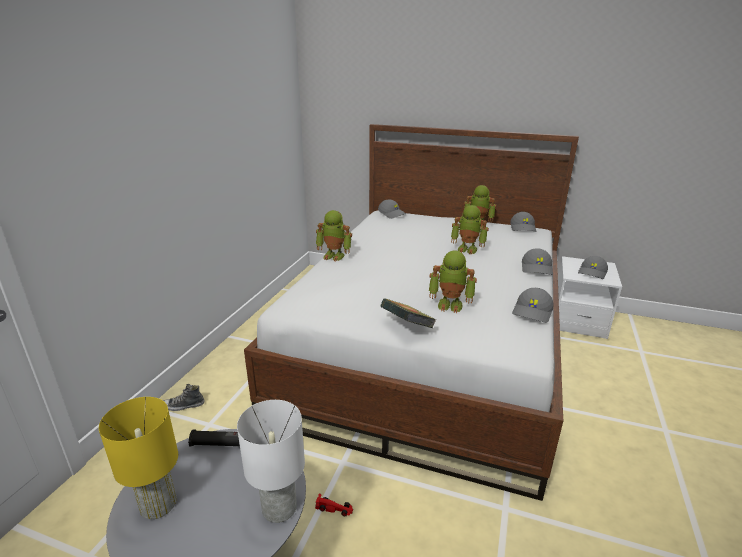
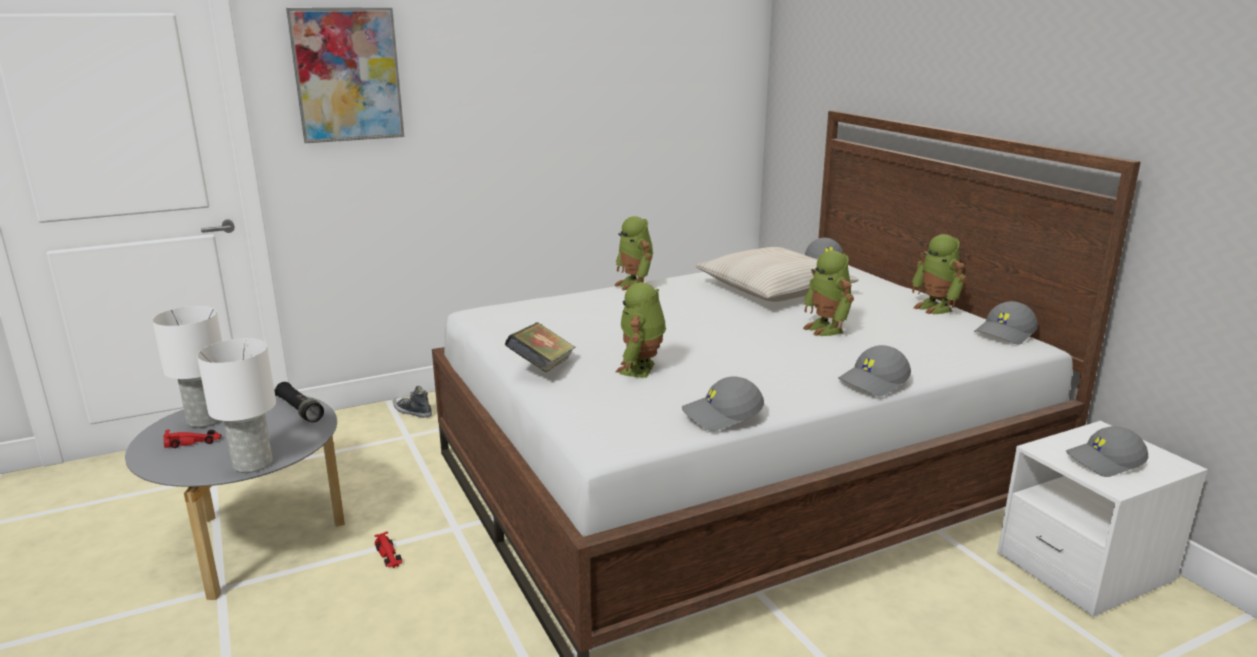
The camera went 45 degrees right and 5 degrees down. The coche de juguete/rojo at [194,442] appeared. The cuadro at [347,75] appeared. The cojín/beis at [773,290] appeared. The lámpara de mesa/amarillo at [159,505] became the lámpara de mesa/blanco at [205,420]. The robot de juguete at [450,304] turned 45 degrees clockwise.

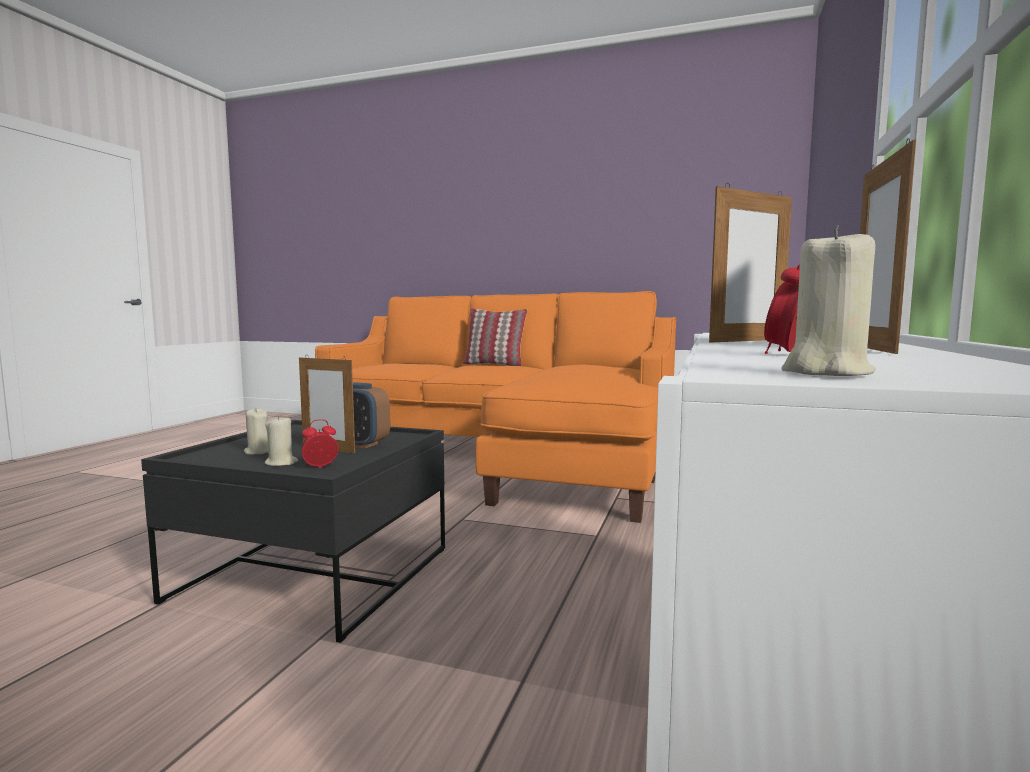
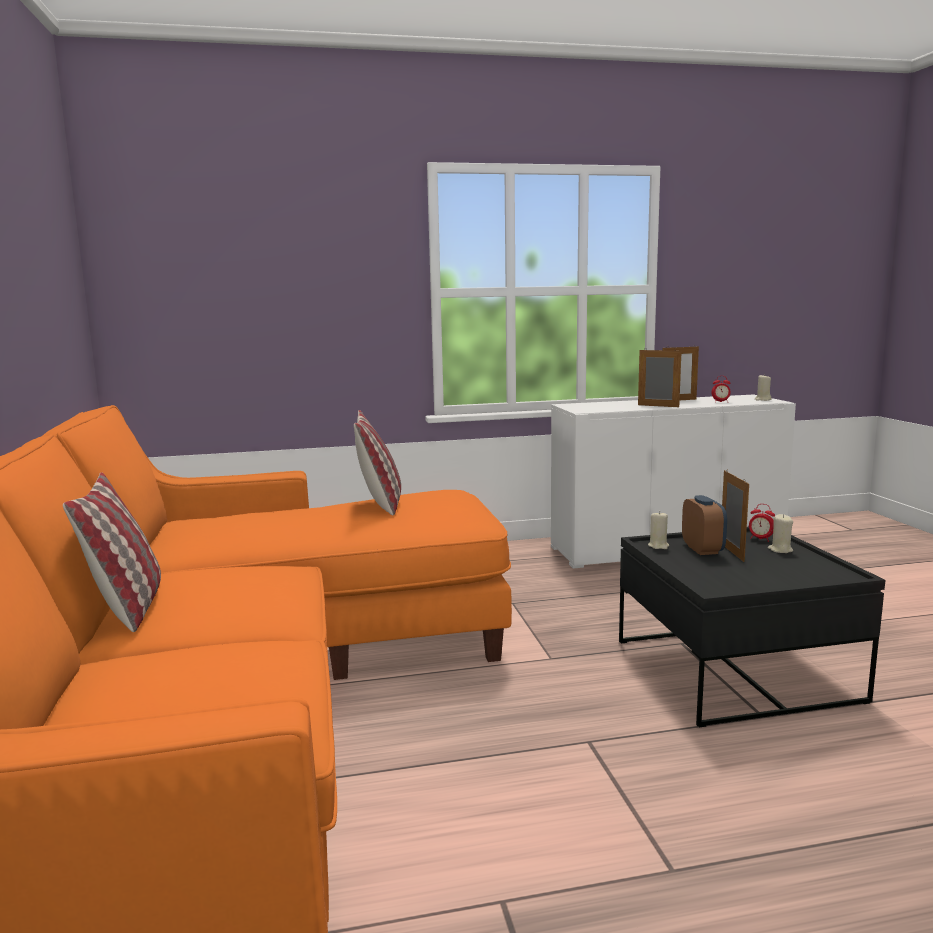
The camera went 120 degrees left and 5 degrees up. The cojín at [380,503] appeared. The vela/beis moved from [258,452] to [658,546].

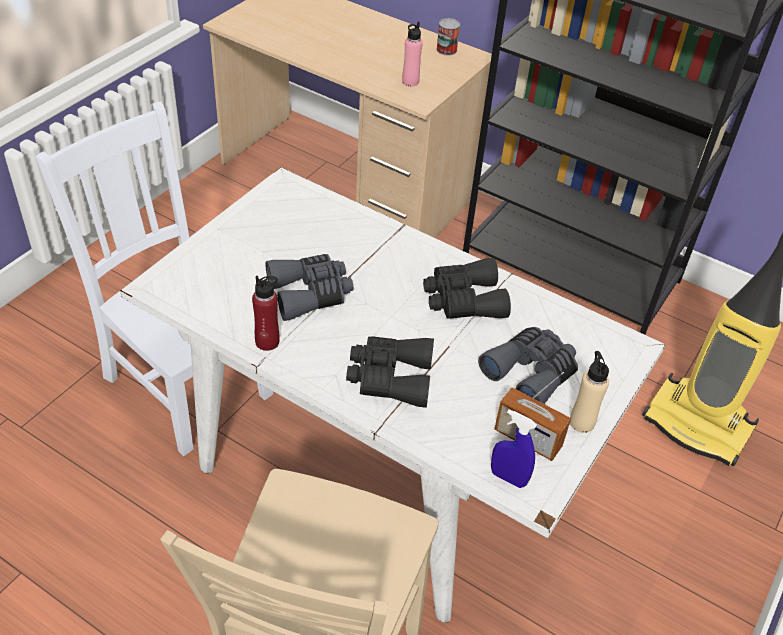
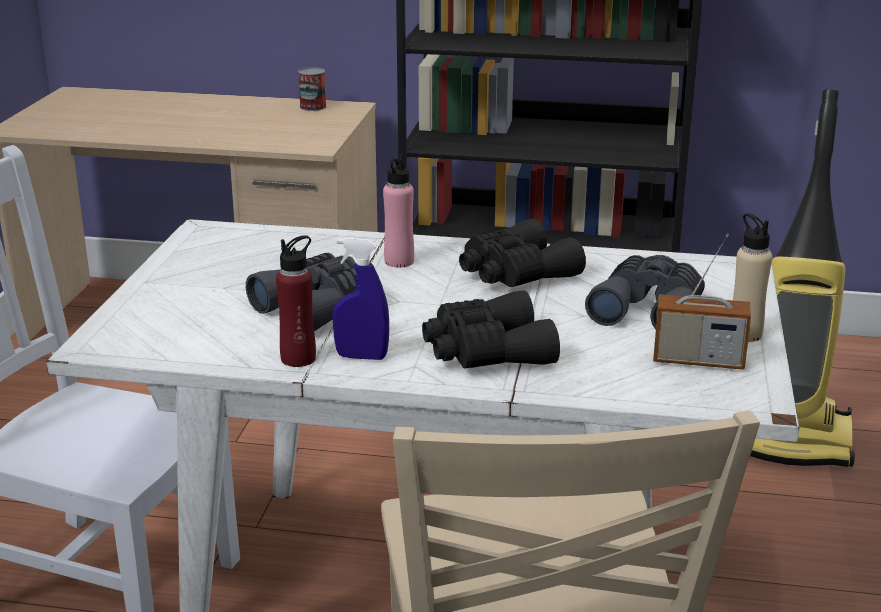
The camera went 20 degrees left and 20 degrees down. The botella/rosa moved from [410,82] to [399,261]. The pulverizador/azul moved from [508,478] to [361,357].

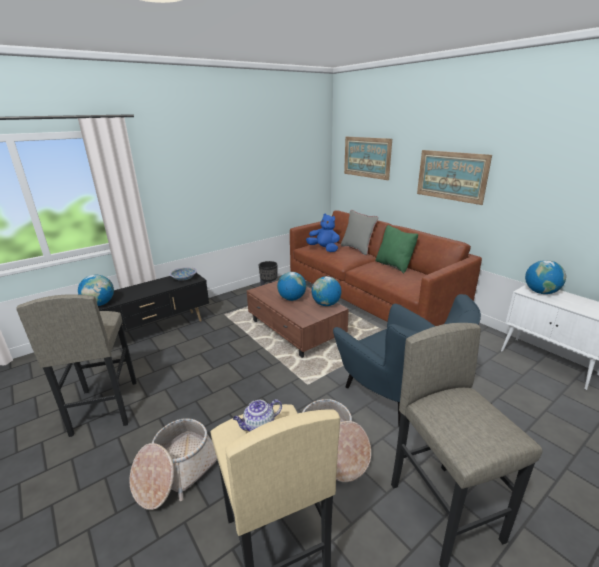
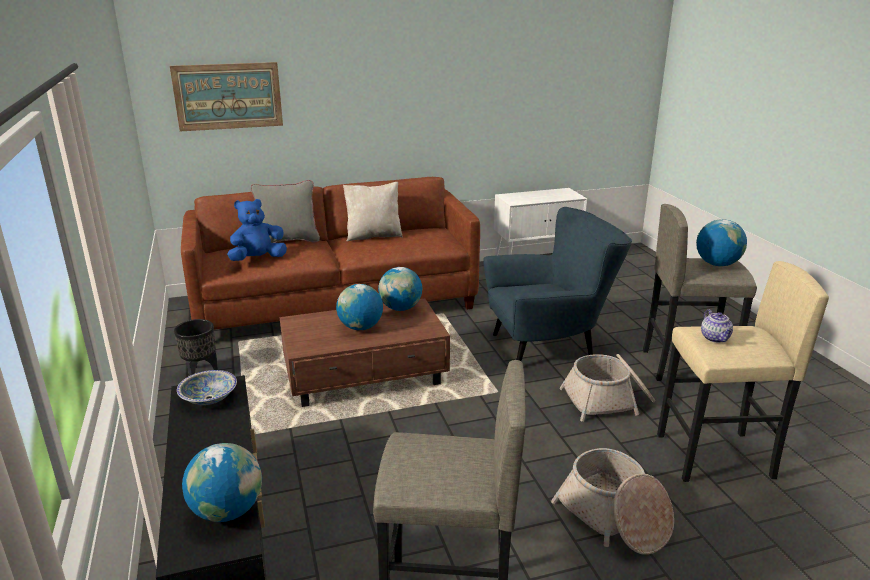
The camera went 70 degrees left and 0 degrees up. The cuadro at [451,176] disappeared. The globo terráqueo moved from [540,292] to [717,264]. The cojín/verde at [394,265] became the cojín/beis at [373,236].

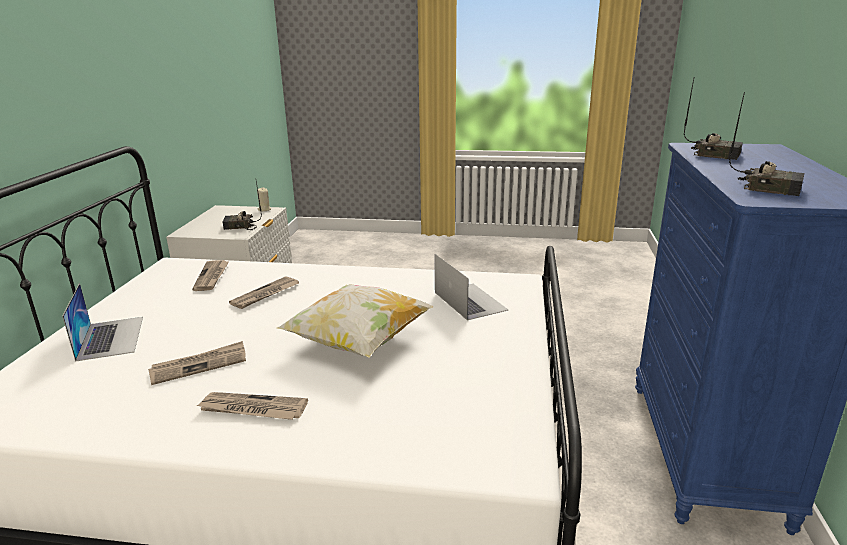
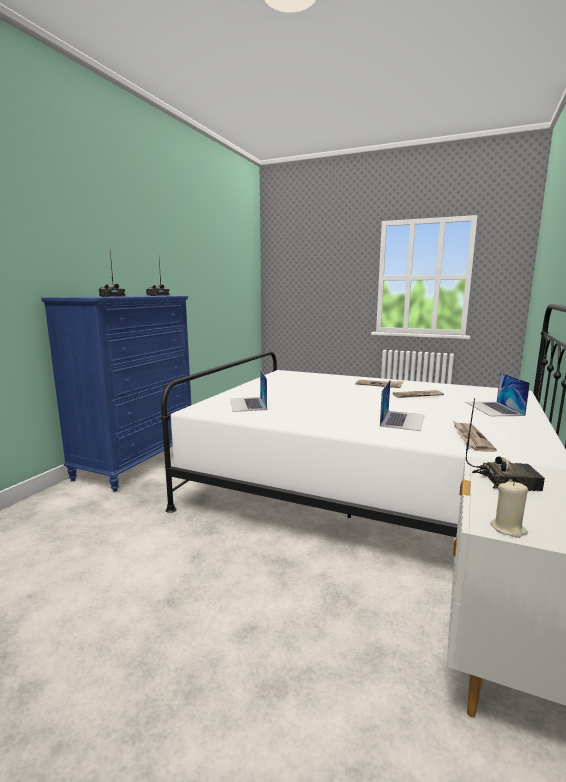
The camera went 165 degrees left and 10 degrees down. The cojín at [358,342] disappeared. The periódico at [265,295] was replaced by the portátil at [402,420].

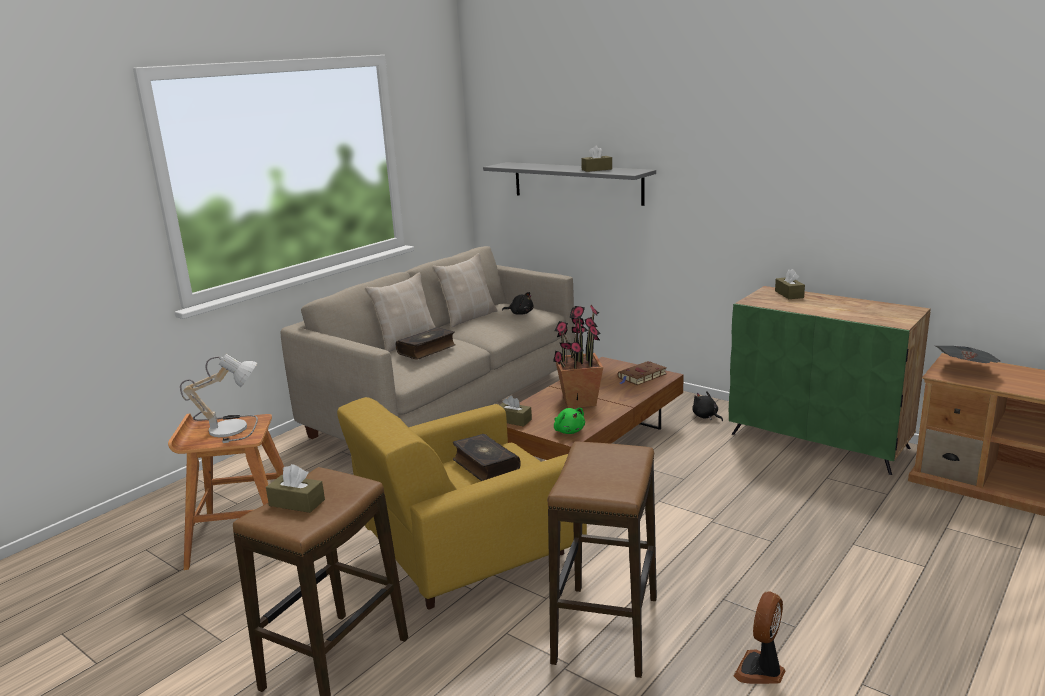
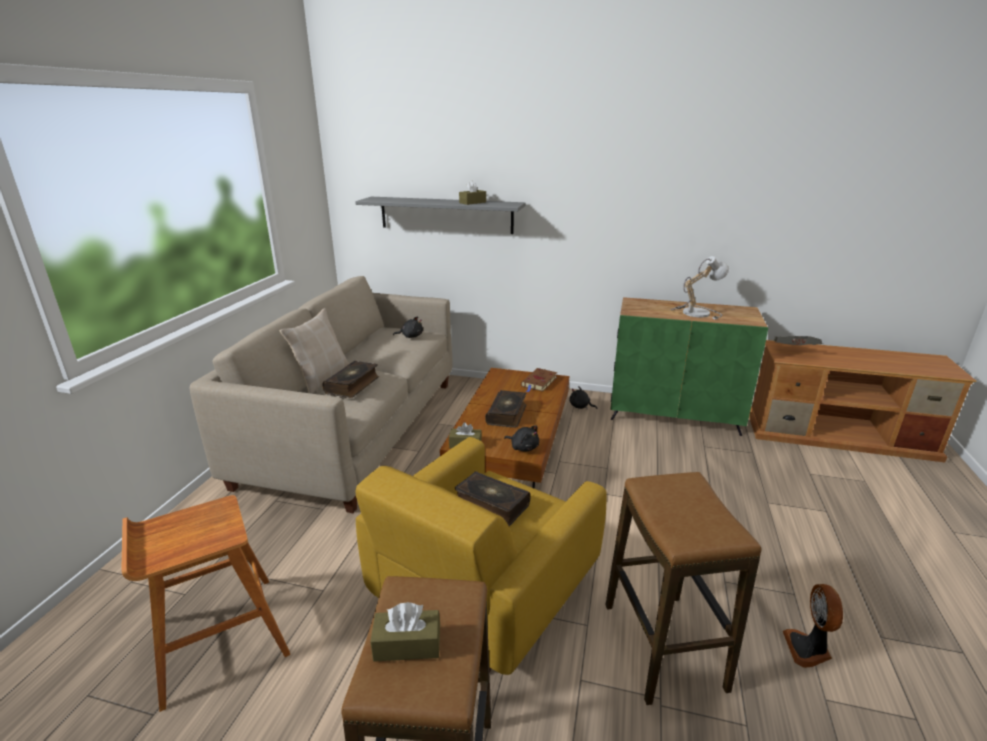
The camera went 25 degrees left and 5 degrees up. The cojín/beis at [468,317] disappeared. The caja de pañuelos/marrón at [789,294] disappeared. The lámpara de mesa moved from [231,427] to [695,312]. The planta en maceta at [579,401] was replaced by the libro at [507,414]. The peluche/verde at [569,431] became the peluche/negro at [523,447].

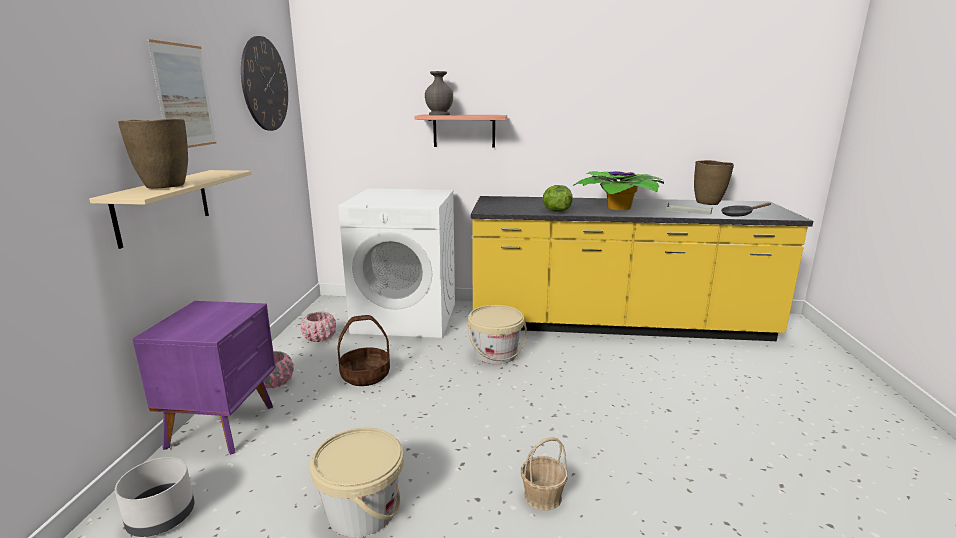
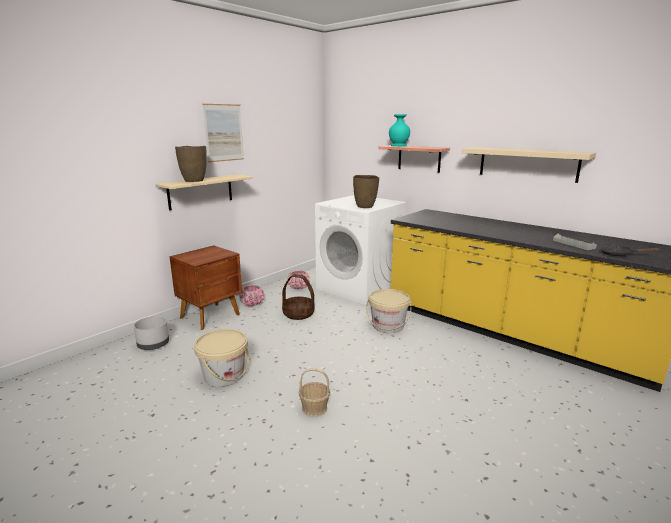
The camera went 35 degrees right and 0 degrees up. The reloj de pared at [265,84] disappeared. The lechuga at [555,211] disappeared. The planta en maceta at [619,207] disappeared. The estante/beis at [527,164] appeared. The florero/marrón moved from [708,203] to [365,206]. The mesita de noche/morado at [224,425] became the mesita de noche/marrón at [211,316]. The florero/gris at [440,114] became the florero/turquesa at [399,146].

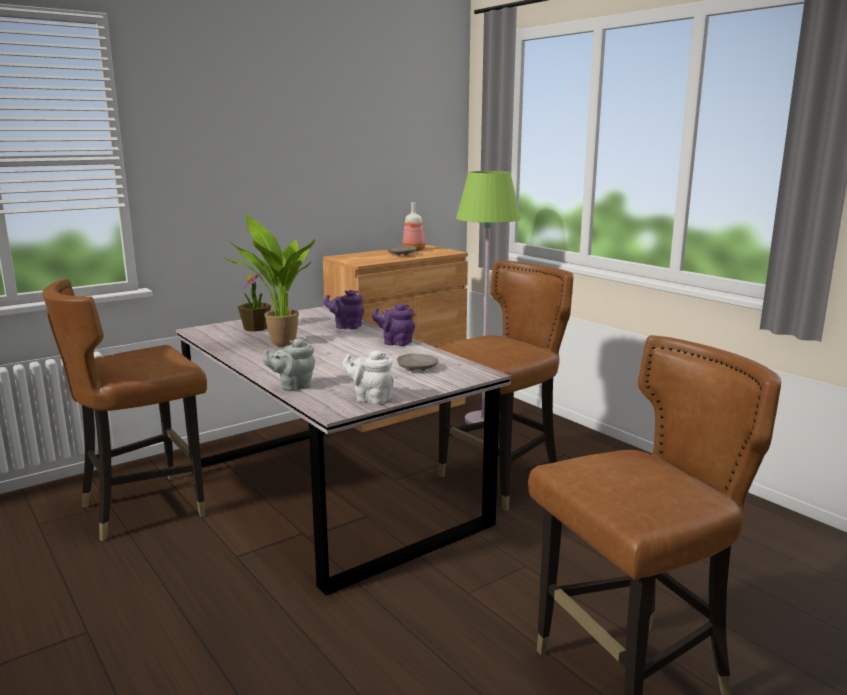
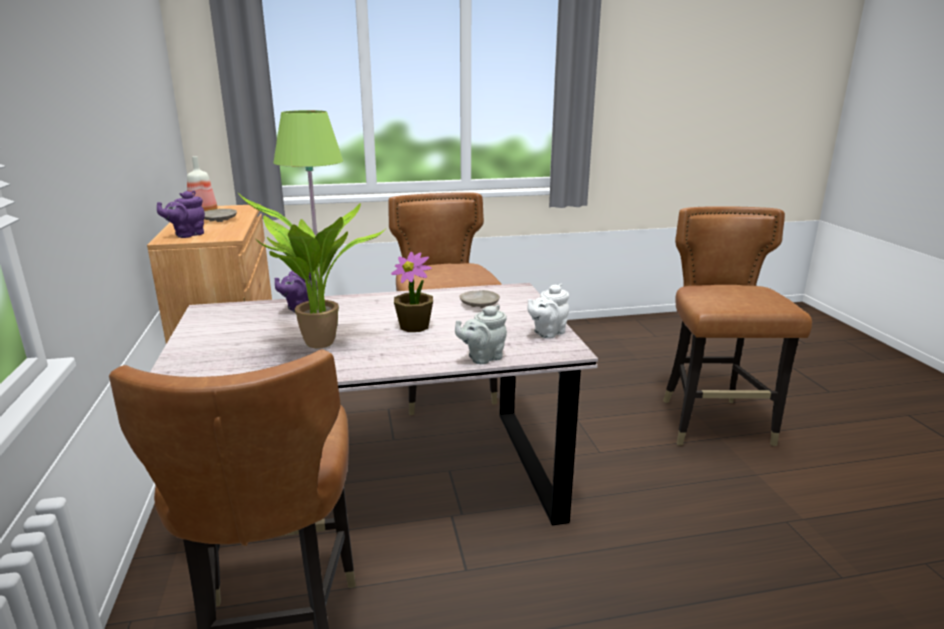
The camera went 65 degrees left and 5 degrees up. The planta en maceta moved from [256,328] to [414,326]. The tetera/morado moved from [395,342] to [187,235]. The tetera/gris at [293,386] turned 60 degrees clockwise.

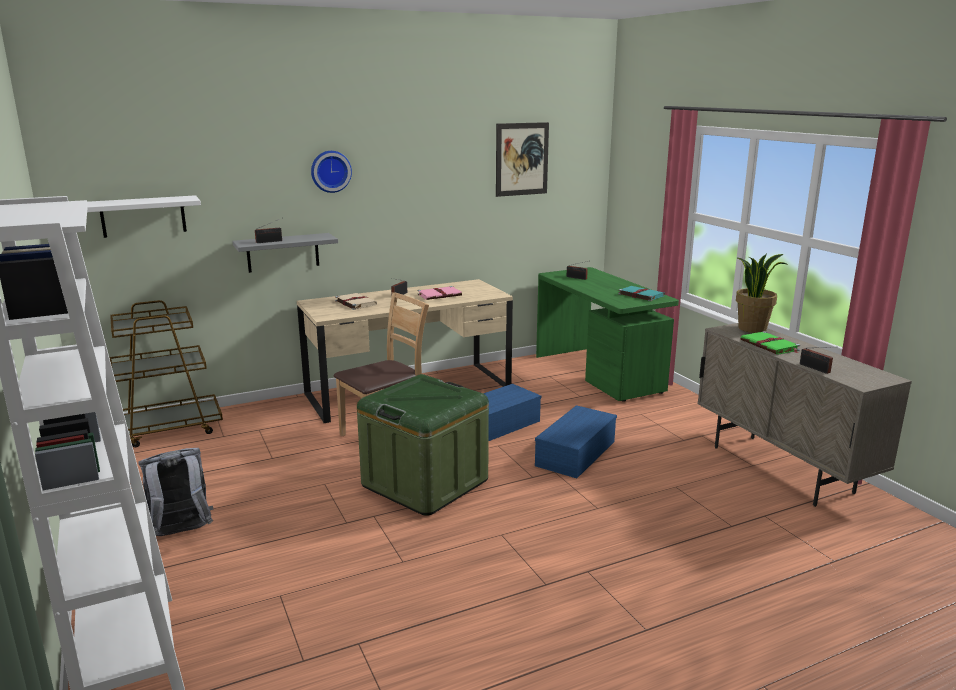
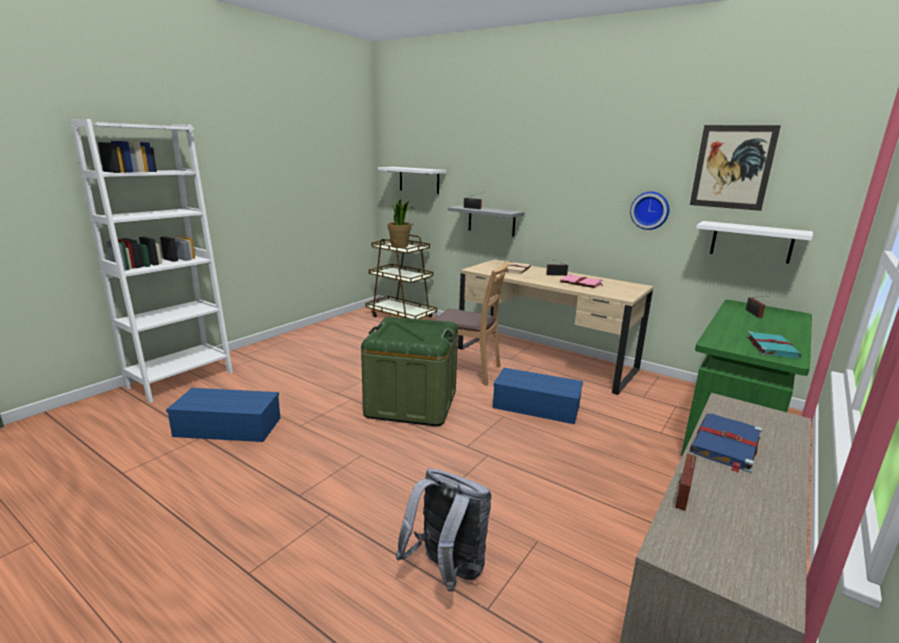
The camera went 60 degrees right and 0 degrees up. The estante/blanco at [751,242] appeared. The mochila/gris moved from [181,534] to [446,571]. The reloj de pared moved from [330,171] to [650,210]. The caja de almacenaje/azul moved from [575,452] to [230,426]. The planta en maceta moved from [752,328] to [400,246]. The libro/verde at [770,345] became the libro/azul at [725,445].

